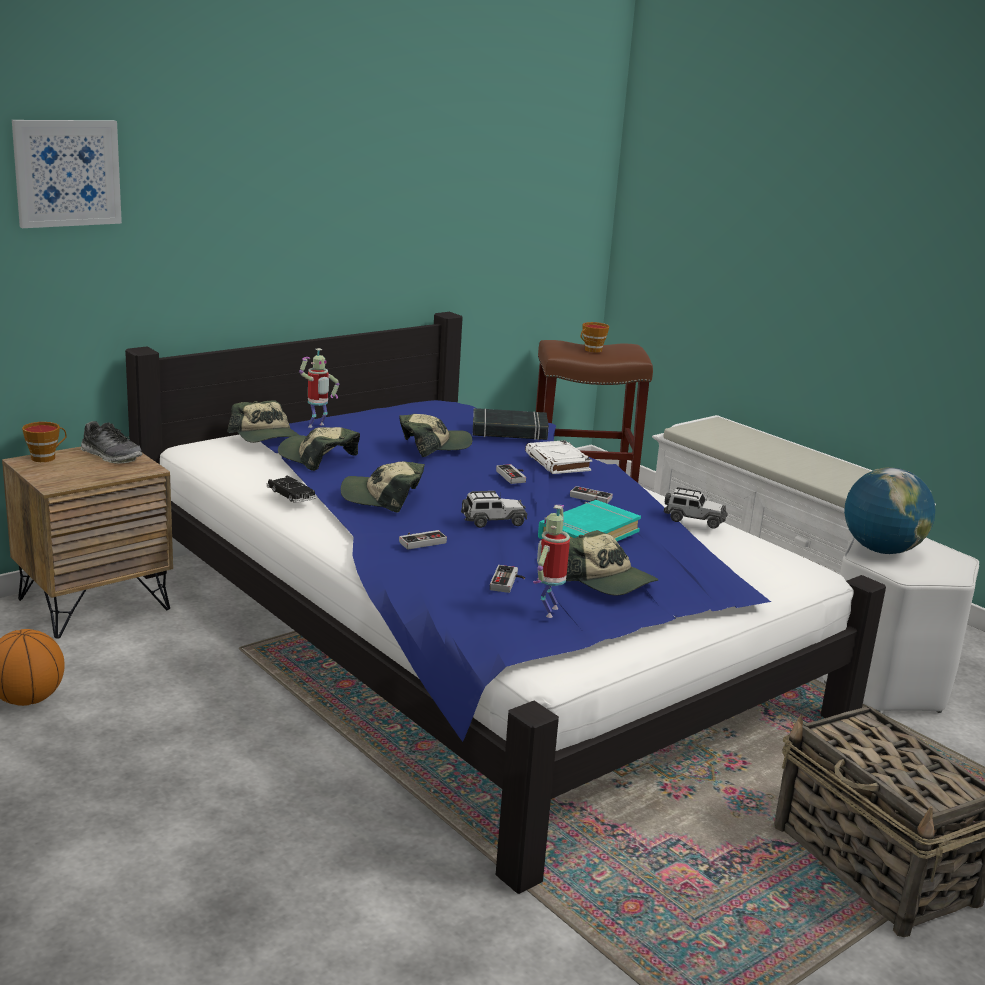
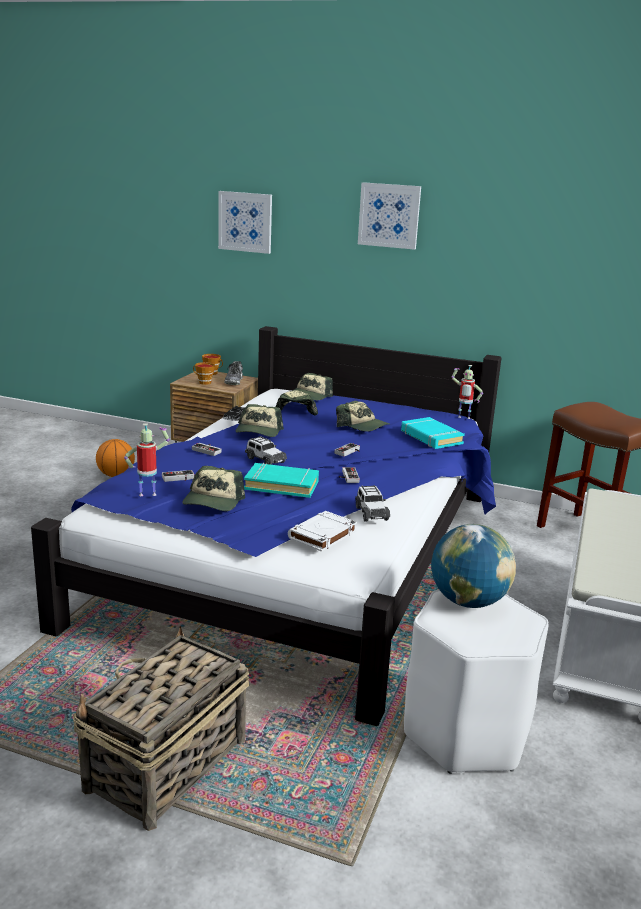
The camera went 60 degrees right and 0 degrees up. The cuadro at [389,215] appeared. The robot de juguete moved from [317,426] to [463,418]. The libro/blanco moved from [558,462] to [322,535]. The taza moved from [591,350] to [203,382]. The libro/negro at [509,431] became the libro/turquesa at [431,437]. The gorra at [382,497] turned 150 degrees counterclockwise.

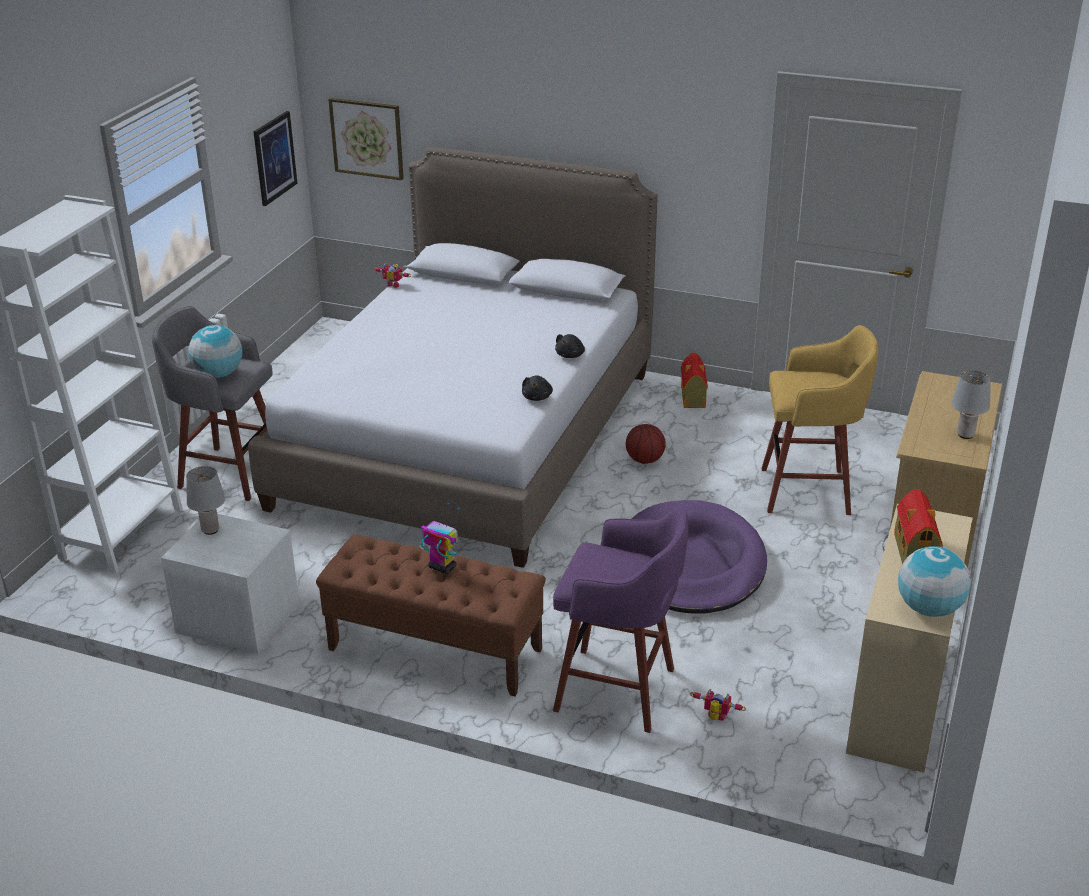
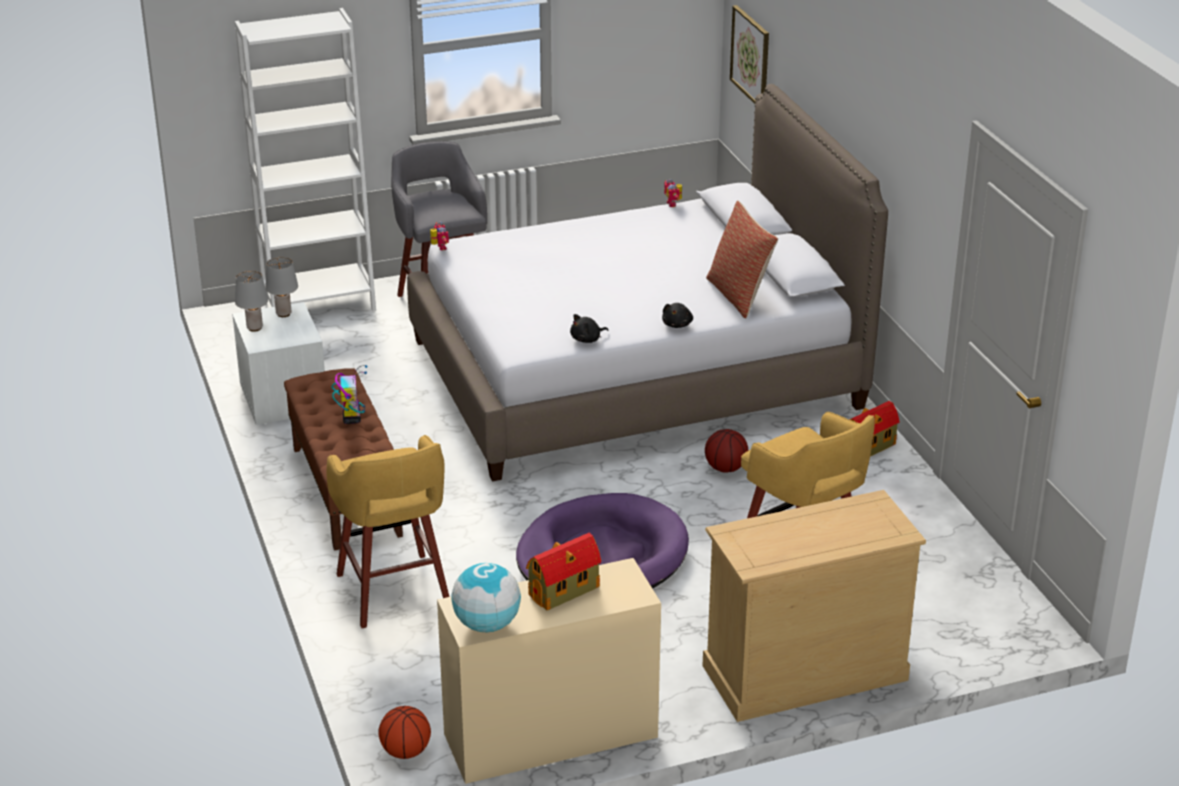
The camera went 50 degrees right and 0 degrees up. The globo terráqueo at [219,374] disappeared. The cuadro at [274,158] disappeared. The balón de baloncesto at [406,752] appeared. The cojín at [739,295] appeared. The robot de juguete moved from [715,718] to [439,247]. The lámpara de mesa/gris moved from [965,435] to [254,328]. The taburete/morado at [619,691] became the taburete/amarillo at [394,593]. The peluche/negro at [570,355] turned 60 degrees counterclockwise.

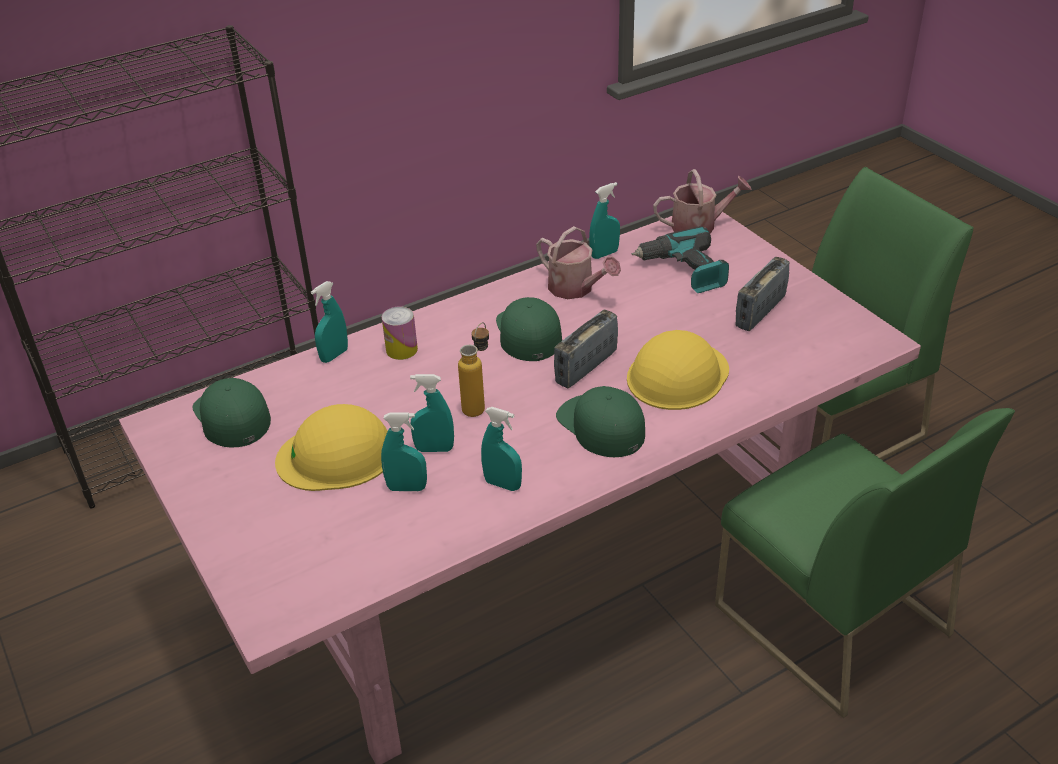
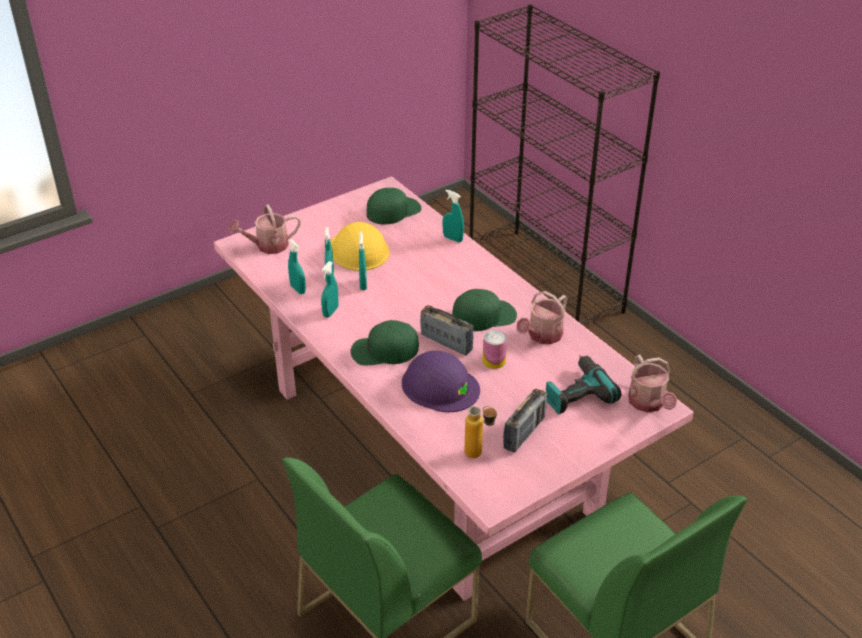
The camera went 85 degrees right and 0 degrees up. The regadera at [267,246] appeared. The lata moved from [401,350] to [494,361]. The botella moved from [478,405] to [479,455]. The pulverizador/turquesa moved from [604,254] to [298,289]. The casco/amarillo at [677,375] became the casco/morado at [440,386]. The gorra/verde at [601,425] turned 150 degrees counterclockwise. The radio at [760,312] turned 90 degrees clockwise.

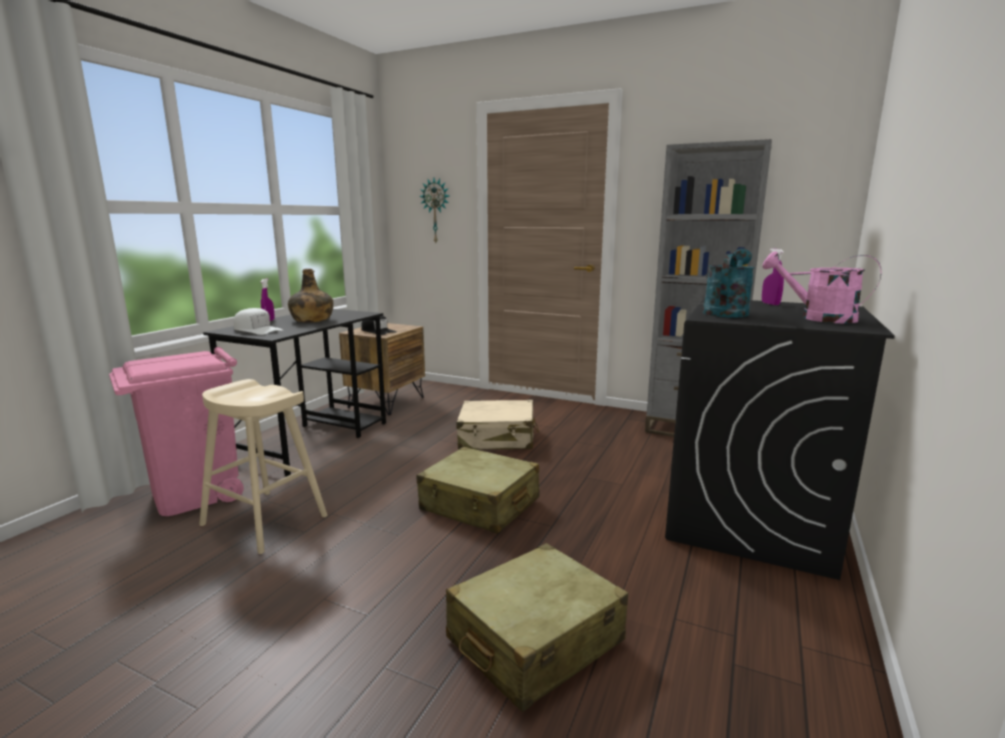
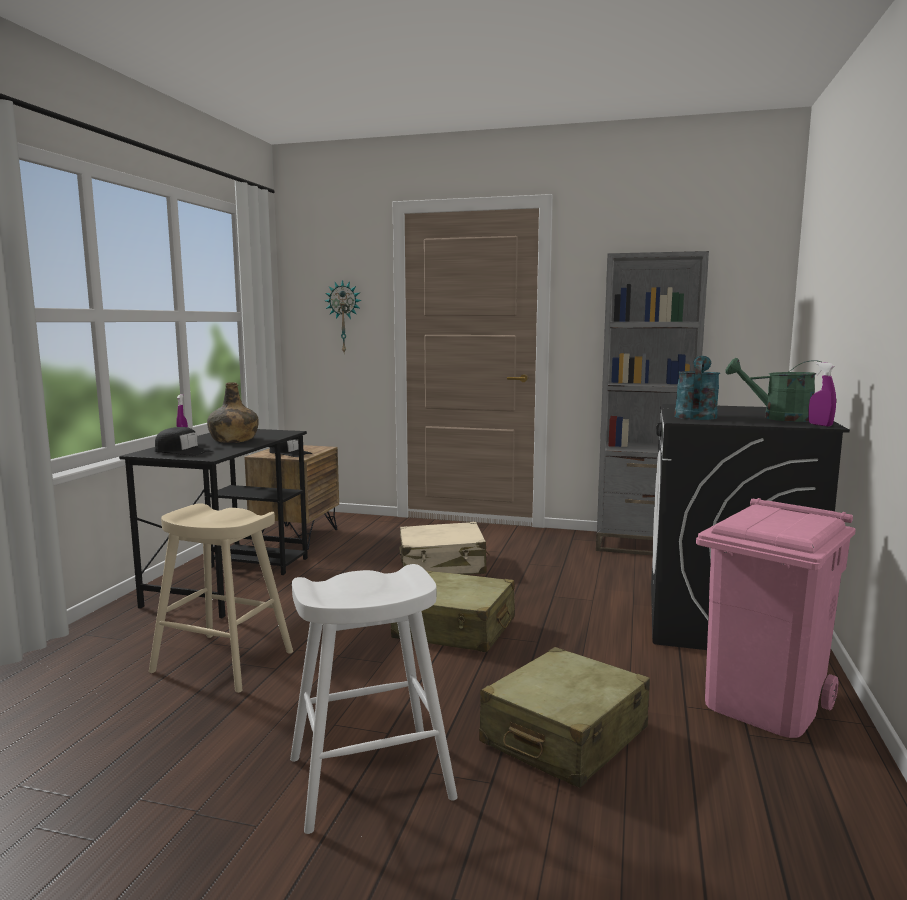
The camera went 10 degrees left and 5 degrees down. The taburete/blanco at [371,778] appeared. The papelera/rosa moved from [195,494] to [764,704]. The pulverizador/morado moved from [770,304] to [820,425]. The gorra/blanco at [257,330] became the gorra/negro at [183,452]. The regadera/rosa at [817,318] became the regadera/verde at [778,418].

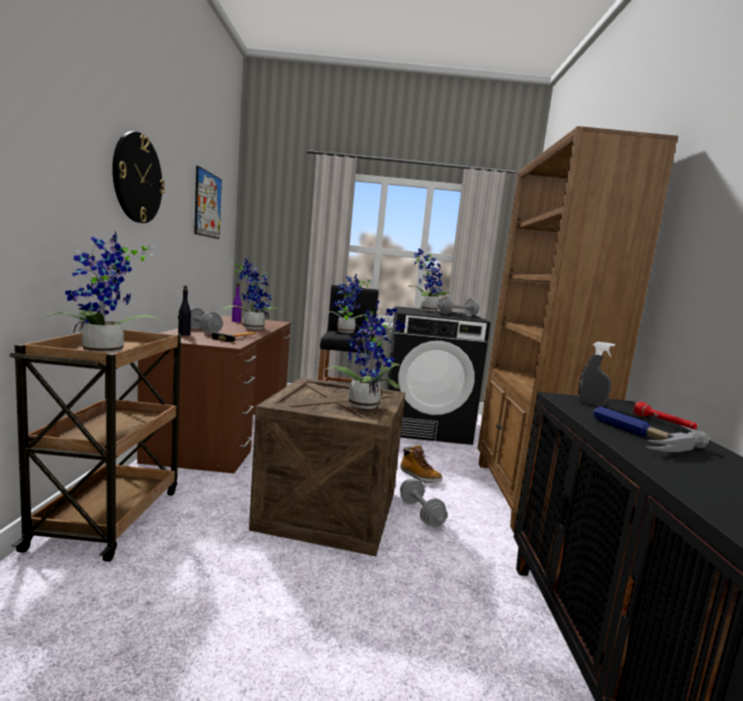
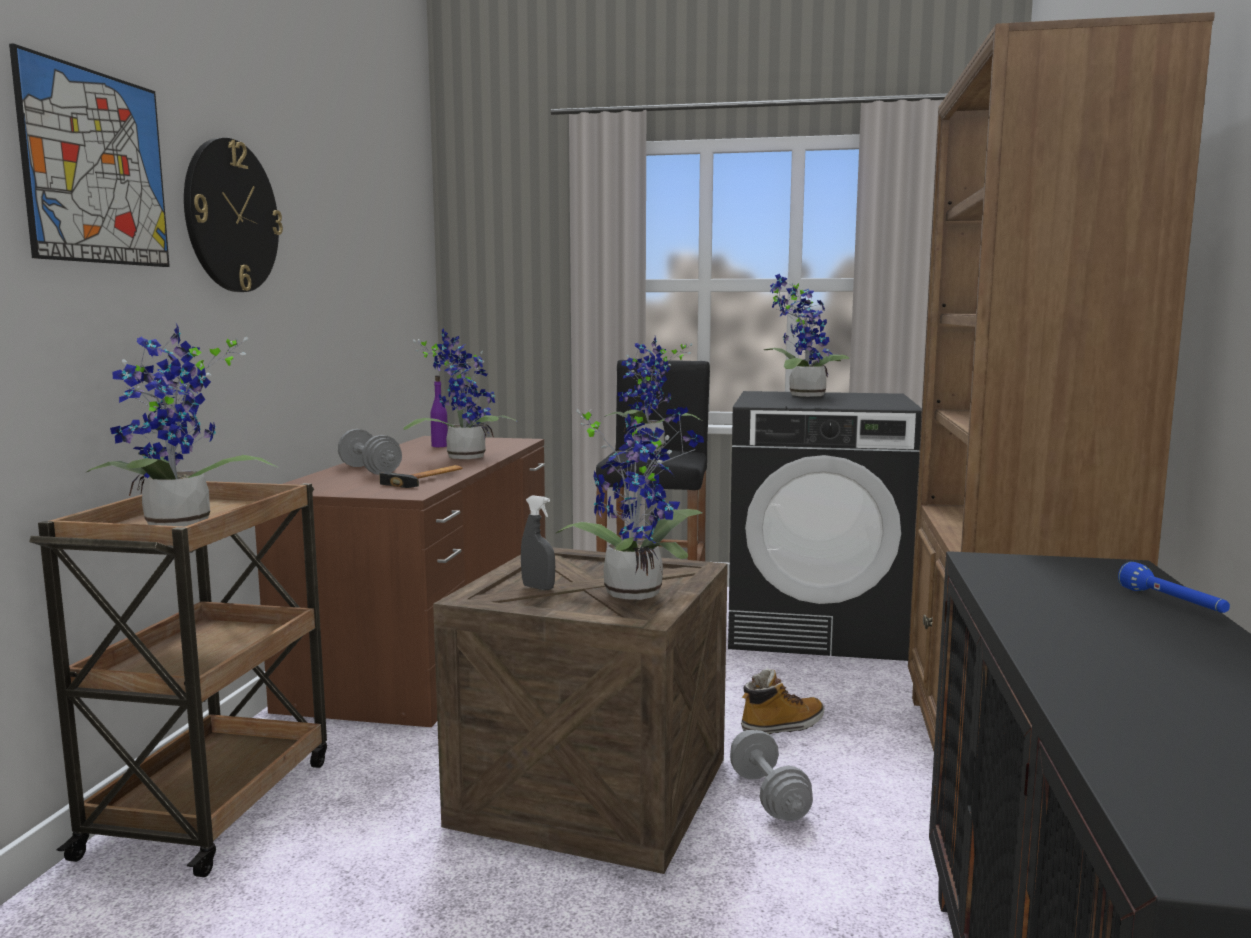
The camera went 10 degrees right and 0 degrees up. The botella/negro at [184,335] disappeared. The mancuerna/gris at [457,315] disappeared. The martillo at [634,435] disappeared. The cuadro moved from [208,205] to [96,168]. The pulverizador/gris moved from [591,404] to [538,587]. The linterna/rojo at [663,423] became the linterna/azul at [1172,603]. The bota at [419,476] turned 75 degrees counterclockwise.

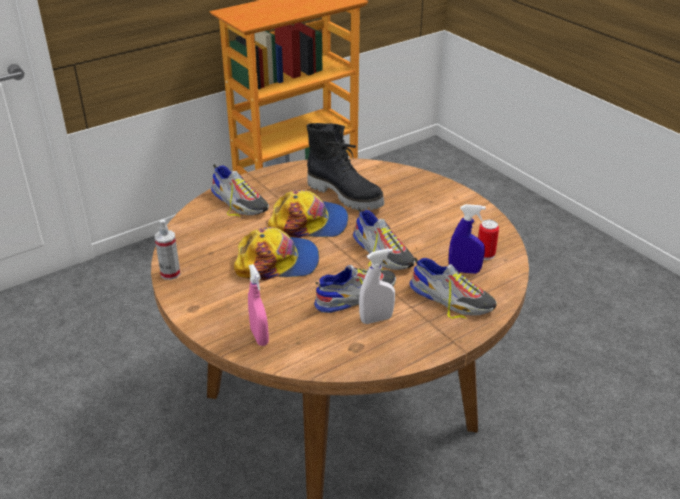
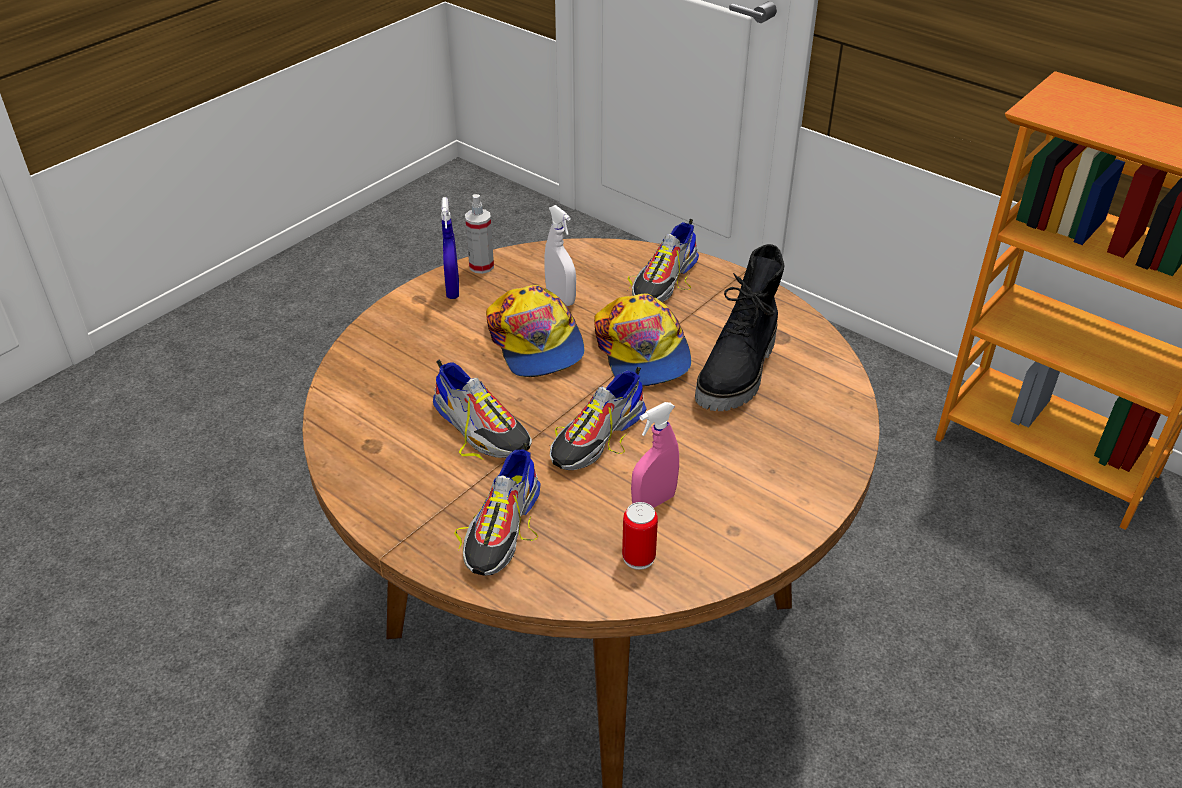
The camera went 75 degrees right and 5 degrees up. The pulverizador/rosa moved from [259,337] to [653,502]. The pulverizador/blanco moved from [376,319] to [560,298]. The pulverizador/azul moved from [464,271] to [453,290].

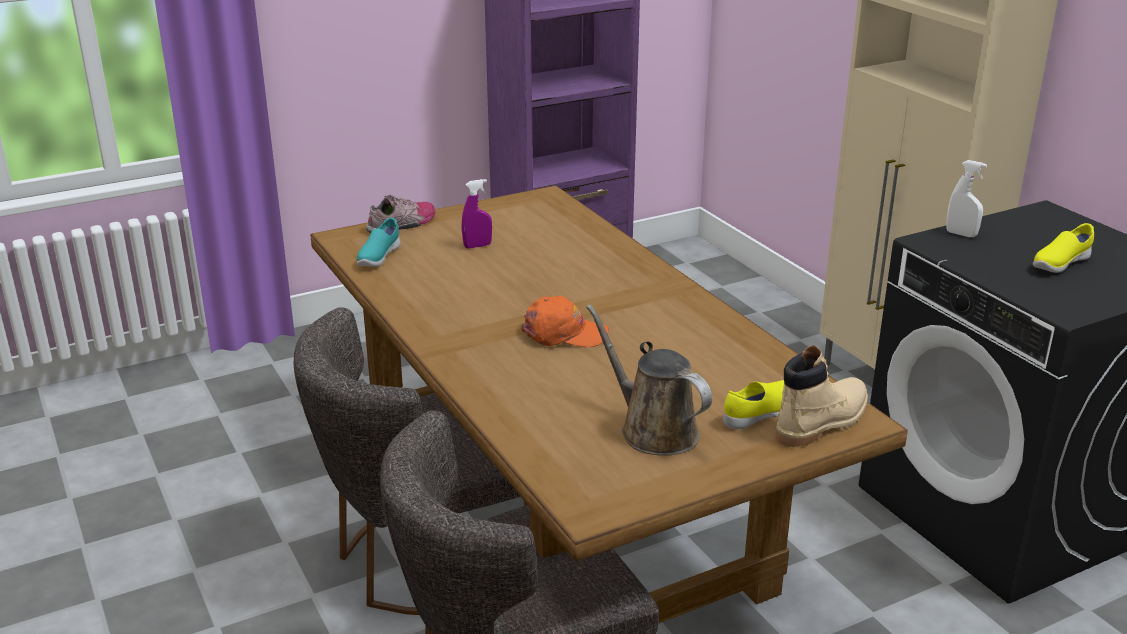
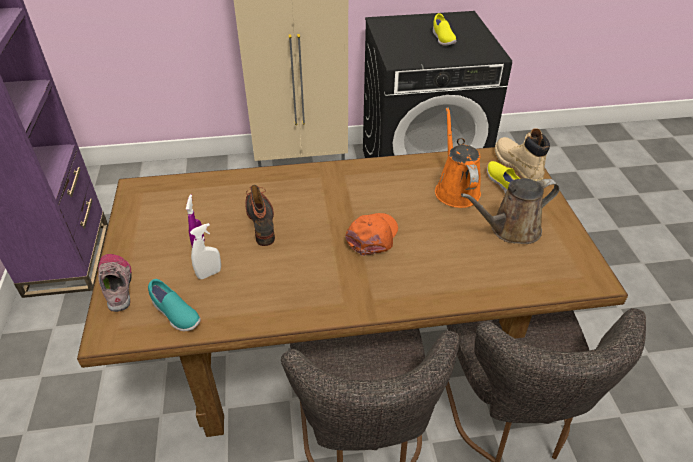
The camera went 70 degrees left and 15 degrees up. The bota at [262,221] appeared. The regadera/naranja at [455,189] appeared. The pulverizador/blanco moved from [961,234] to [209,274].

